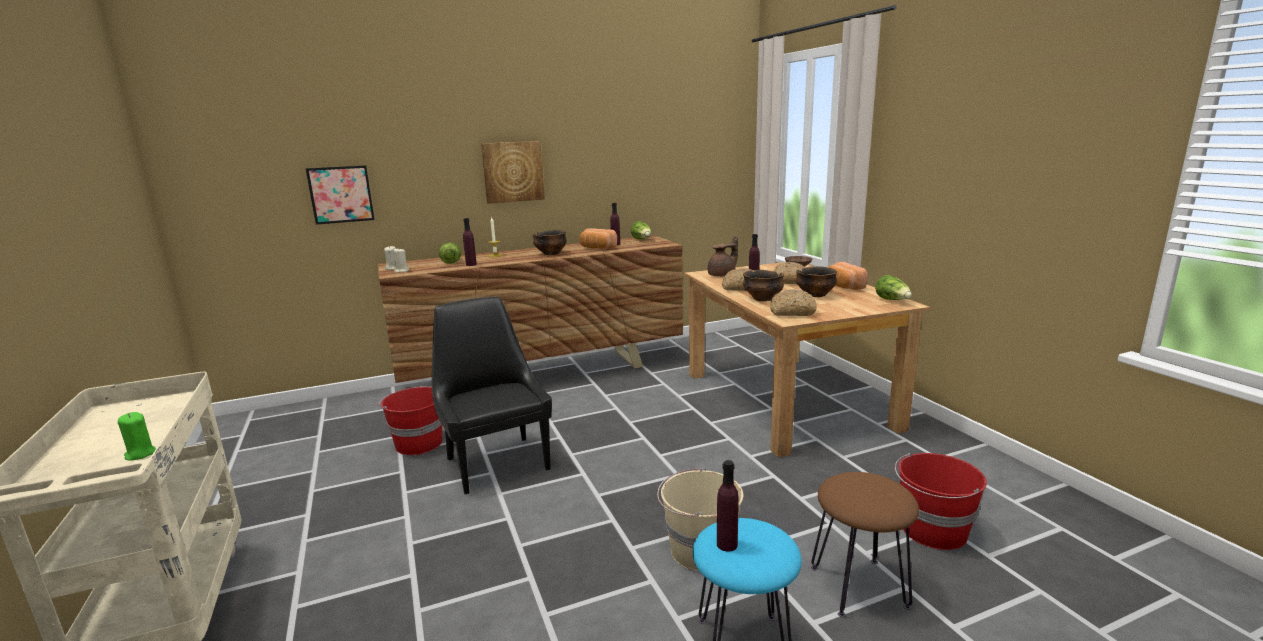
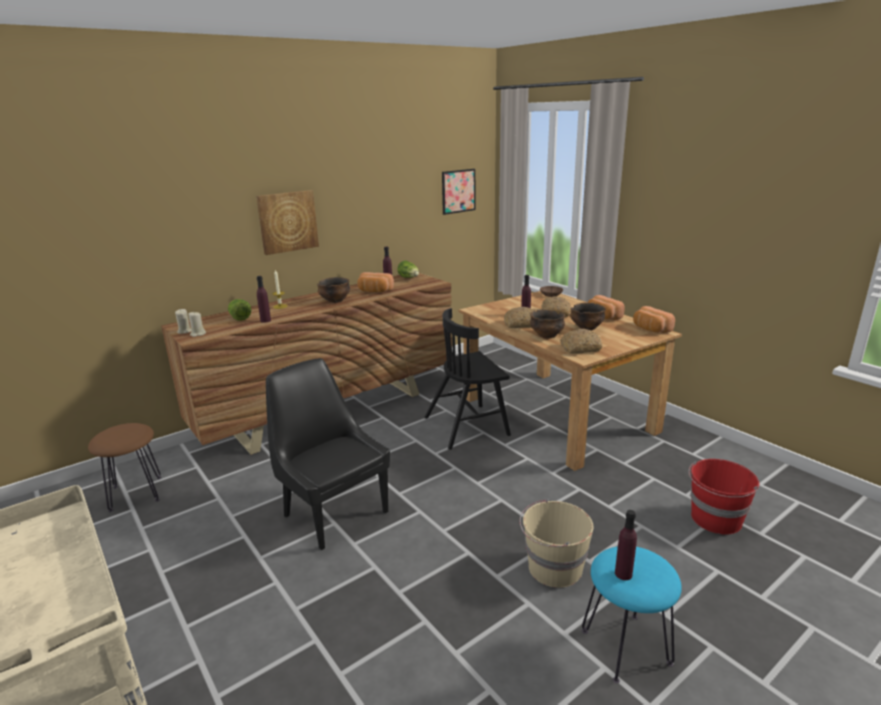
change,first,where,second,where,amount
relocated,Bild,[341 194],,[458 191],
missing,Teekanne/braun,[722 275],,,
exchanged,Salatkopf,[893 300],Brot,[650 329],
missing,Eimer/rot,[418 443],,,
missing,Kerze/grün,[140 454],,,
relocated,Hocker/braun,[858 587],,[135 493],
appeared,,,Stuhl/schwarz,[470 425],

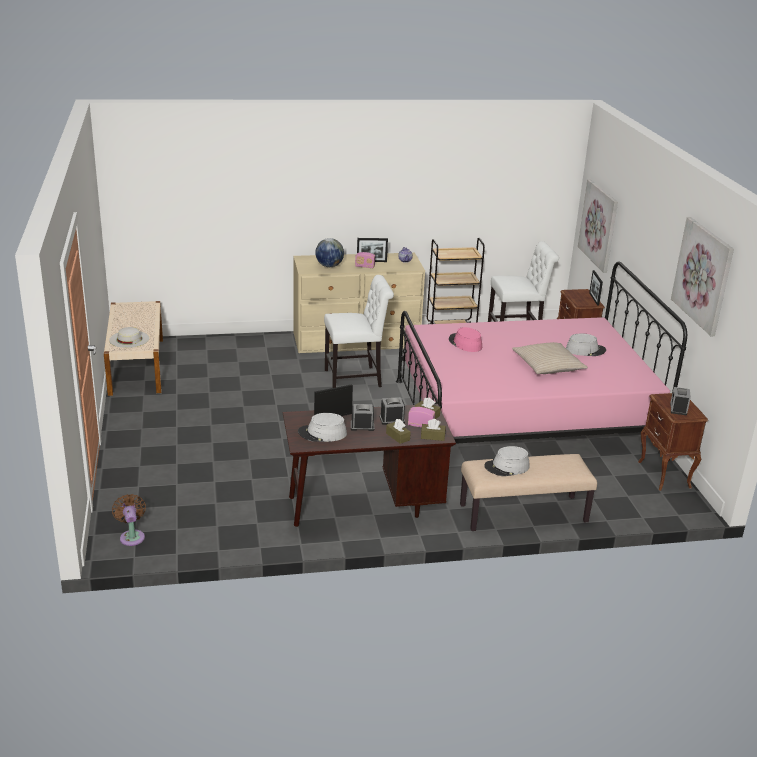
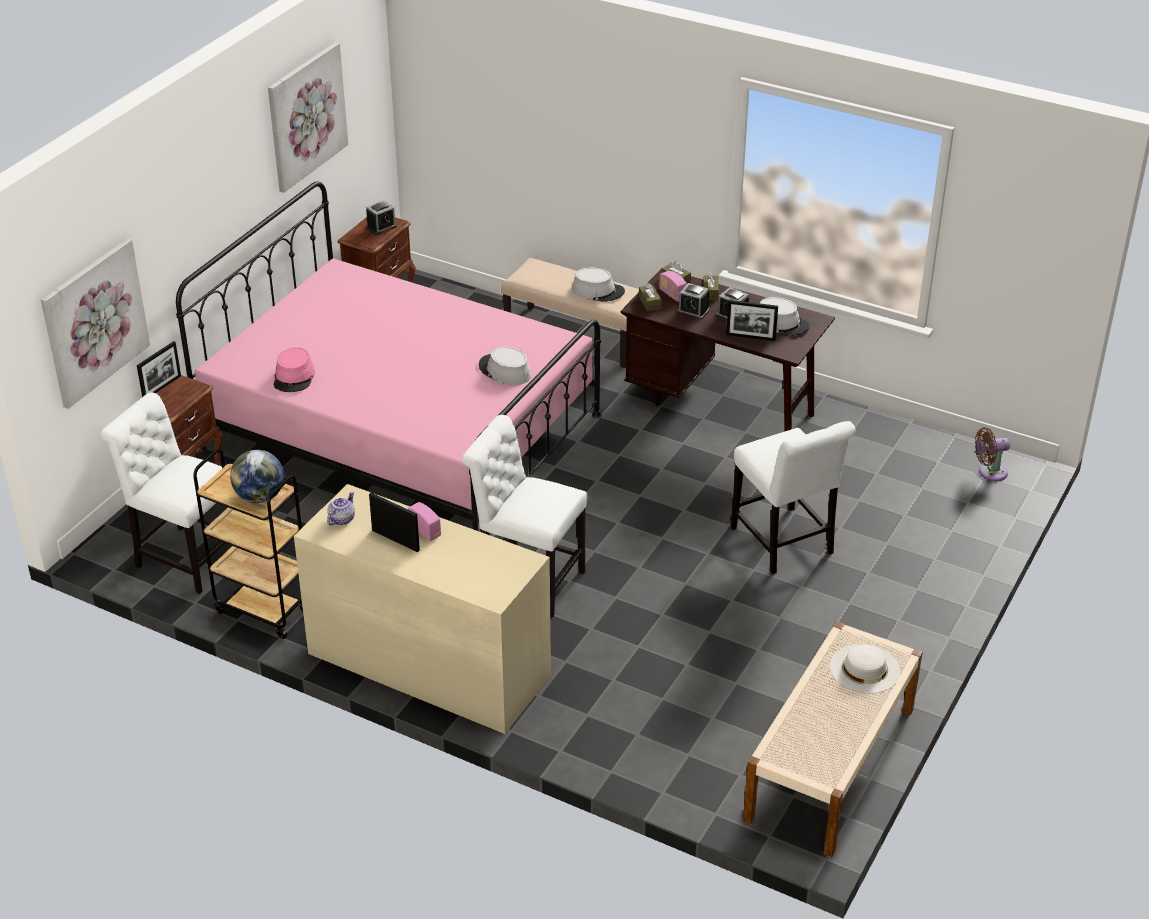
change,first,where,second,where,amount
relocated,Globus,[329 266],,[260 497],
relocated,Hut/rosa,[465 343],,[294 377],
relocated,Hut/grau,[585 350],,[504 371],
missing,Kissen/beige,[548 365],,,
spun,Ventilator/braun,[132 536],,[989 472],60 degrees clockwise
appeared,,,Stuhl/weiß,[784 544],

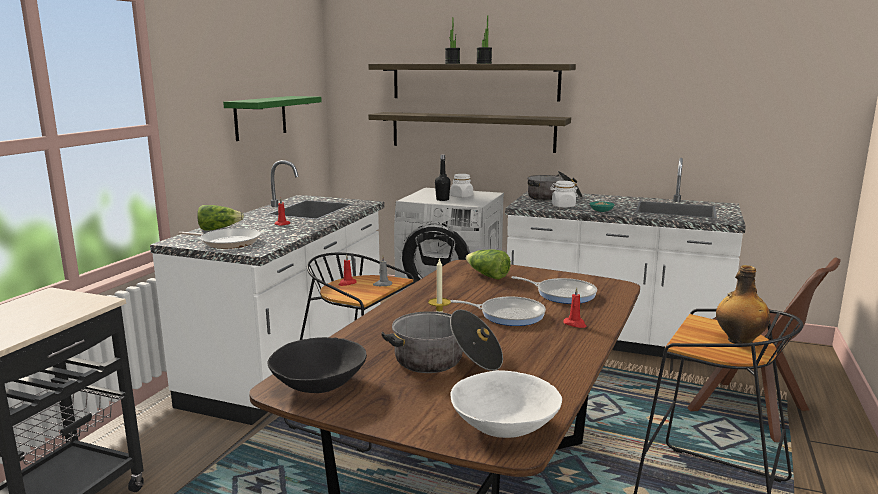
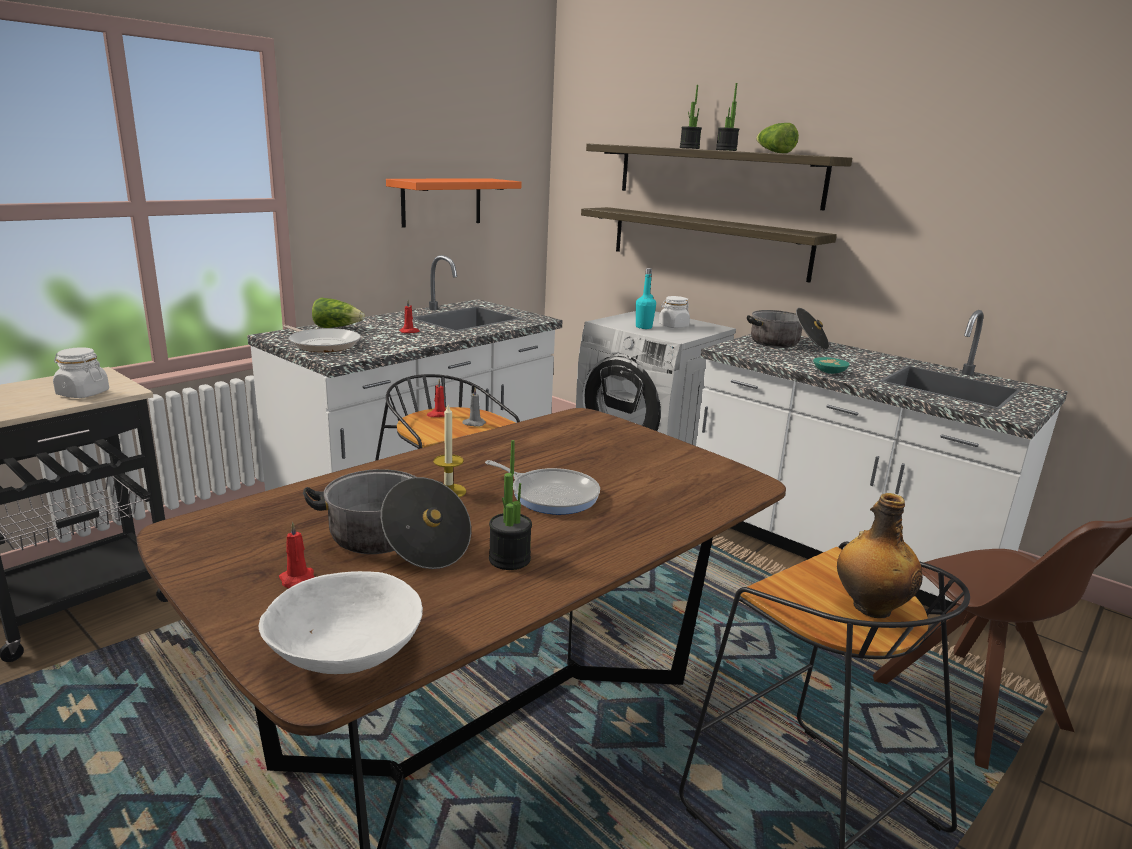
change,first,where,second,where,amount
colour,Wandregal/grün,[260 117],Wandregal/orange,[441 202],
colour,Flasche/schwarz,[442 199],Flasche/türkis,[643 327],
relocated,Vorratsglas/weiß,[563 206],,[83 393],
relocated,Salatkopf,[487 275],,[773 153],
missing,Pfanne,[562 294],,,
relocated,Kerze/rot,[575 324],,[298 581],
missing,Schüssel/schwarz,[319 385],,,
appeared,,,Topfpflanze,[509 559],

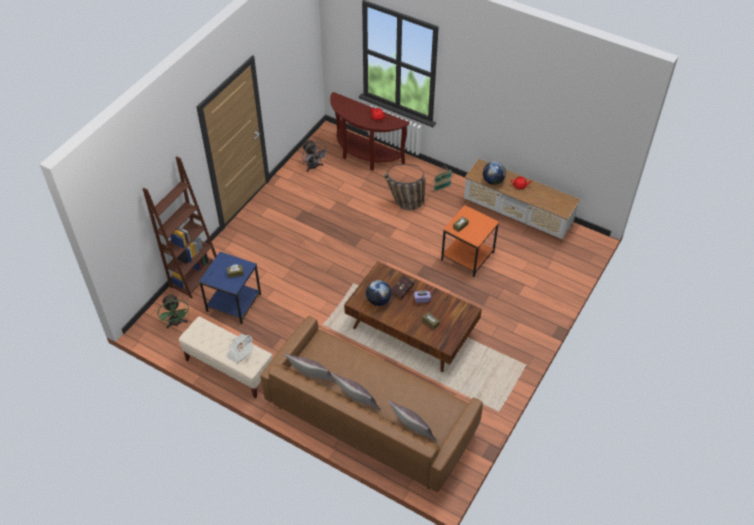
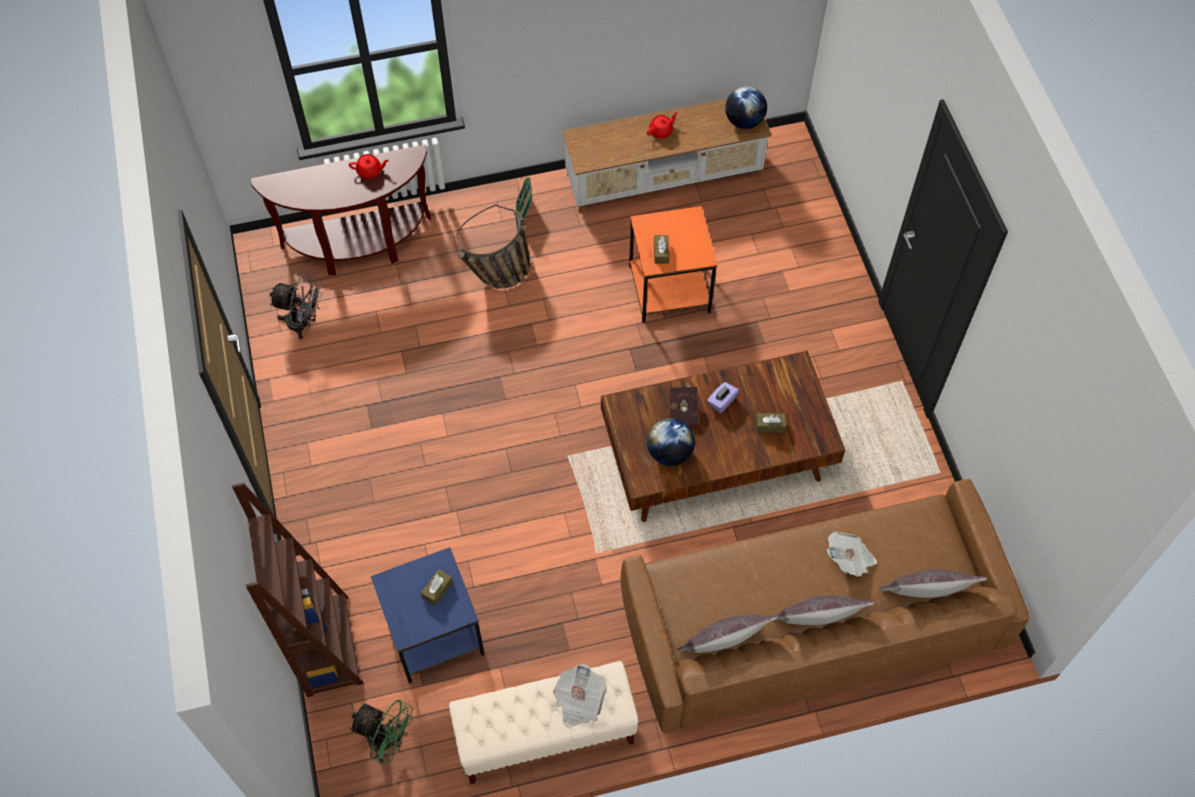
change,first,where,second,where,amount
relocated,Globus,[493 181],,[744 121],
appeared,,,Zeitung,[849 559],

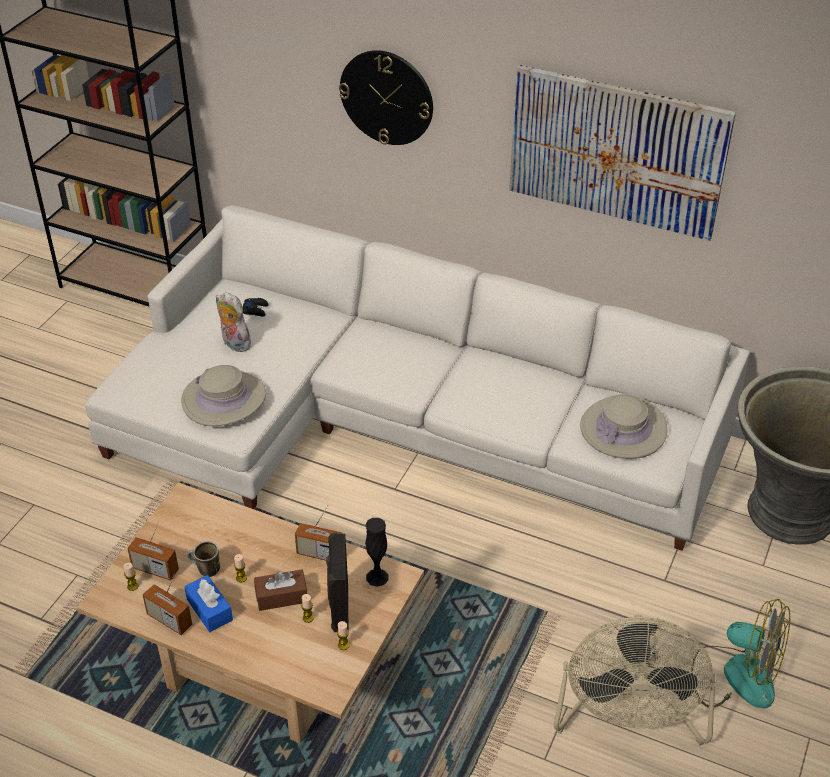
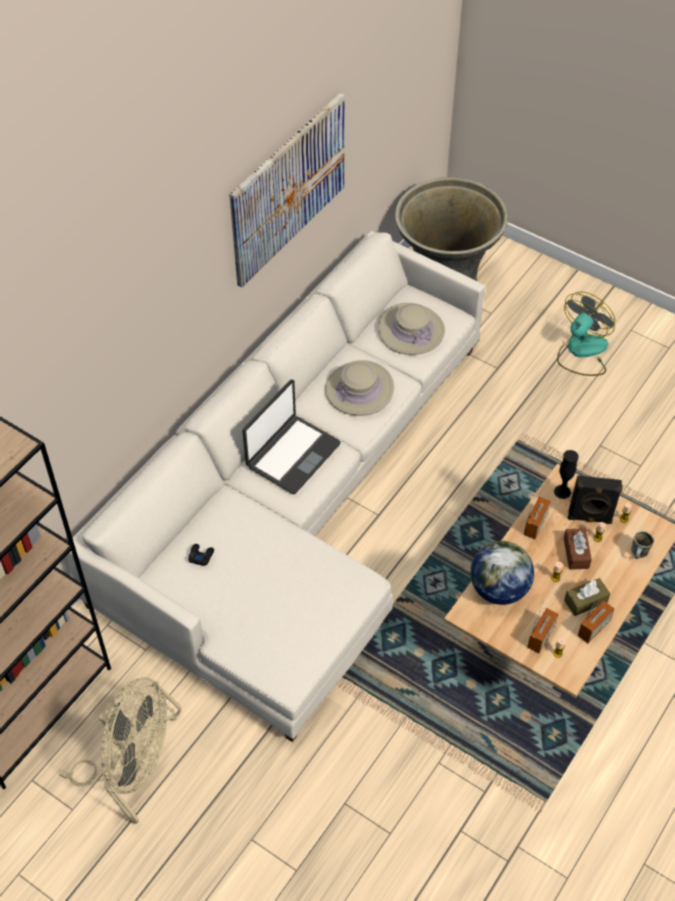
change,first,where,second,where,amount
missing,Wanduhr,[387 97],,,
missing,Plüschtier,[234 344],,,
relocated,Hut/beige,[224 399],,[359 389],
relocated,Henkelbecher,[205 570],,[639 555],
colour,Taschentuchbox/blau,[209 610],Taschentuchbox/braun,[585 601],
relocated,Ventilator/beige,[623 711],,[131 766],
appeared,,,Laptop,[292 455],
appeared,,,Globus,[498 589],

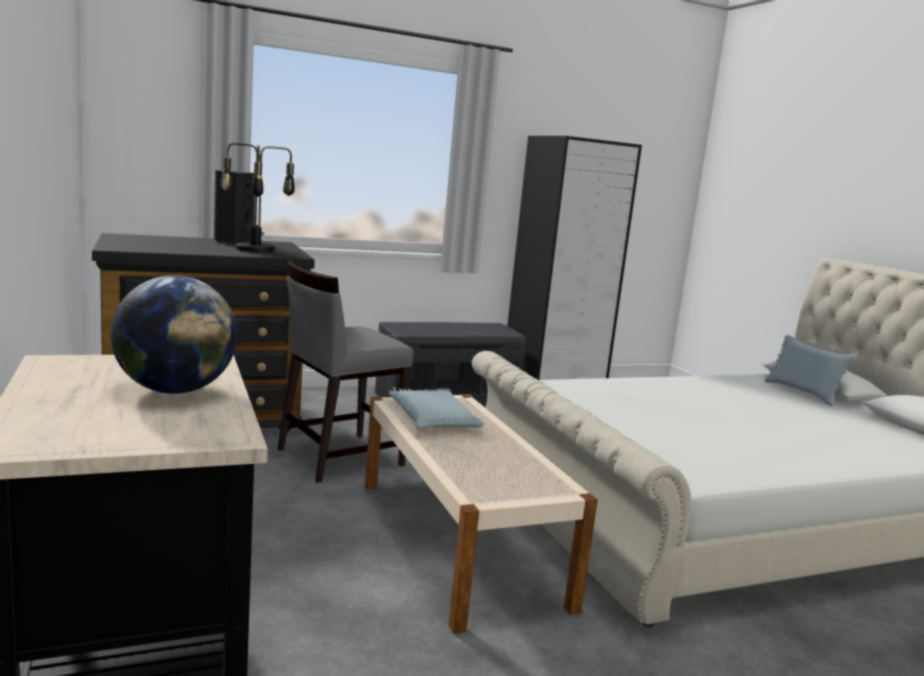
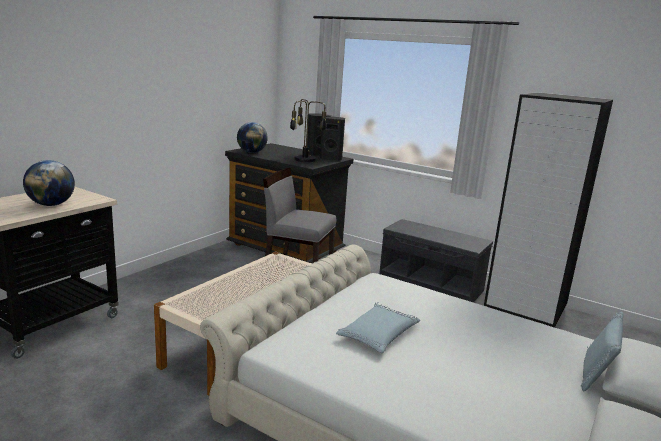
change,first,where,second,where,amount
relocated,Kissen/blau,[433 417],,[378 332],
appeared,,,Lautsprecher/schwarz,[332 158],
appeared,,,Globus,[251 152],

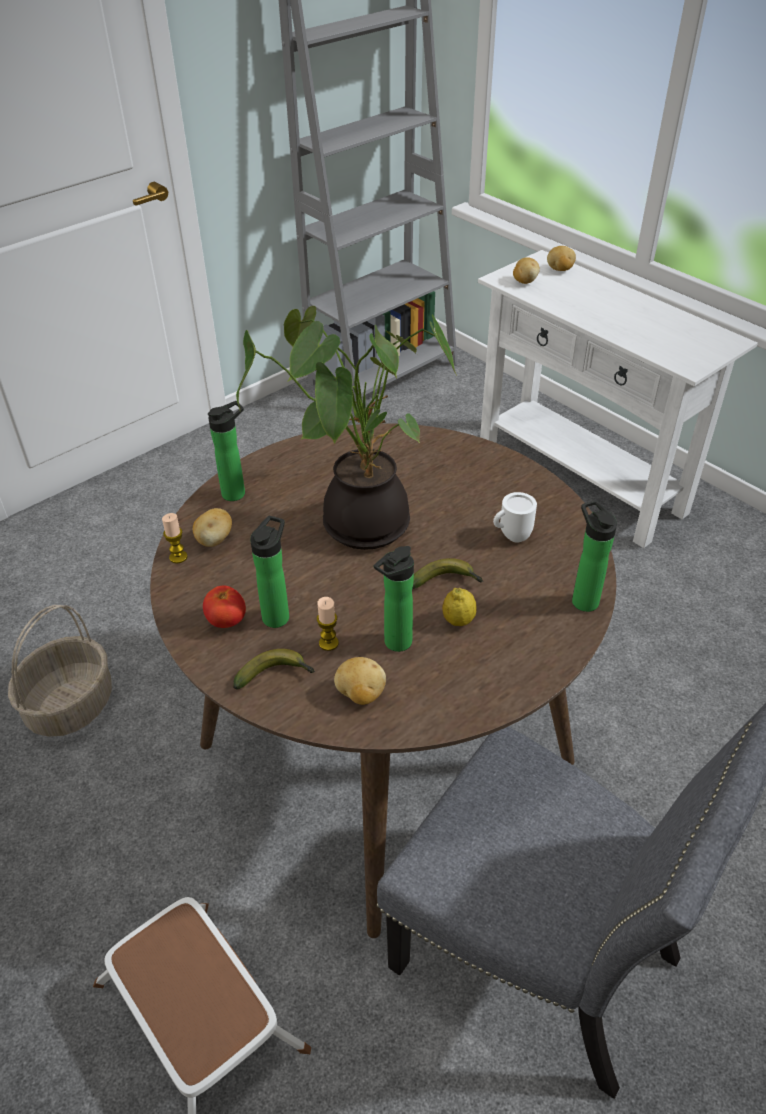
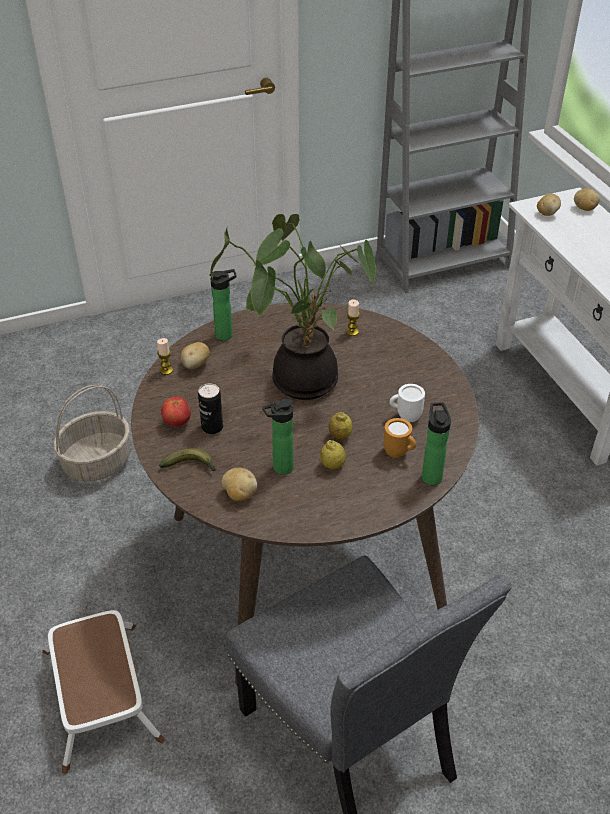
change,first,where,second,where,amount
exchanged,Flasche,[278 615],Dose,[212 427],
exchanged,Banane,[447 581],Zitrone,[340 436],
relocated,Kerze,[328 643],,[352 332],
appeared,,,Henkelbecher/orange,[399 453],

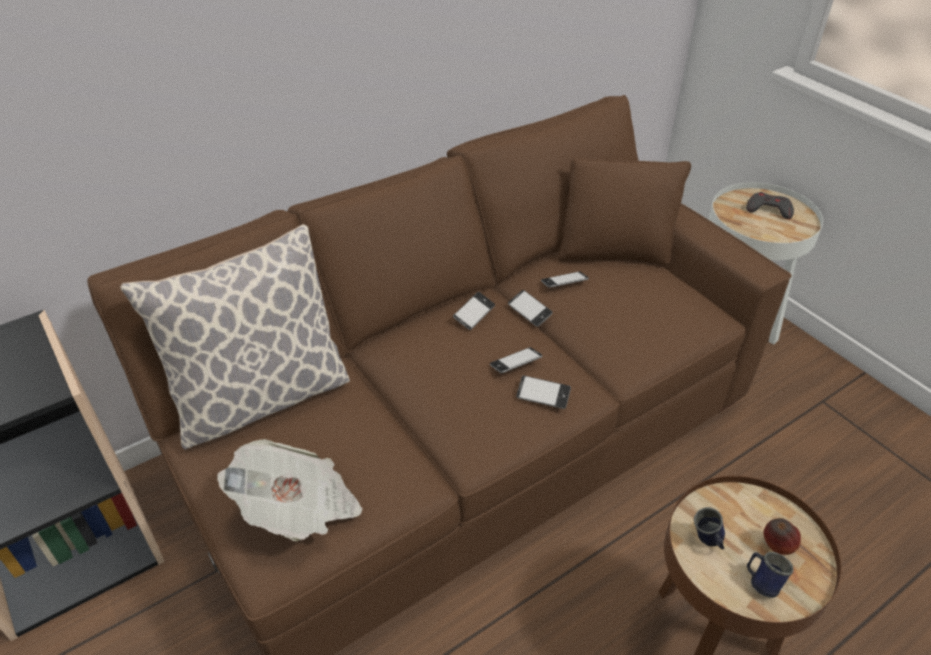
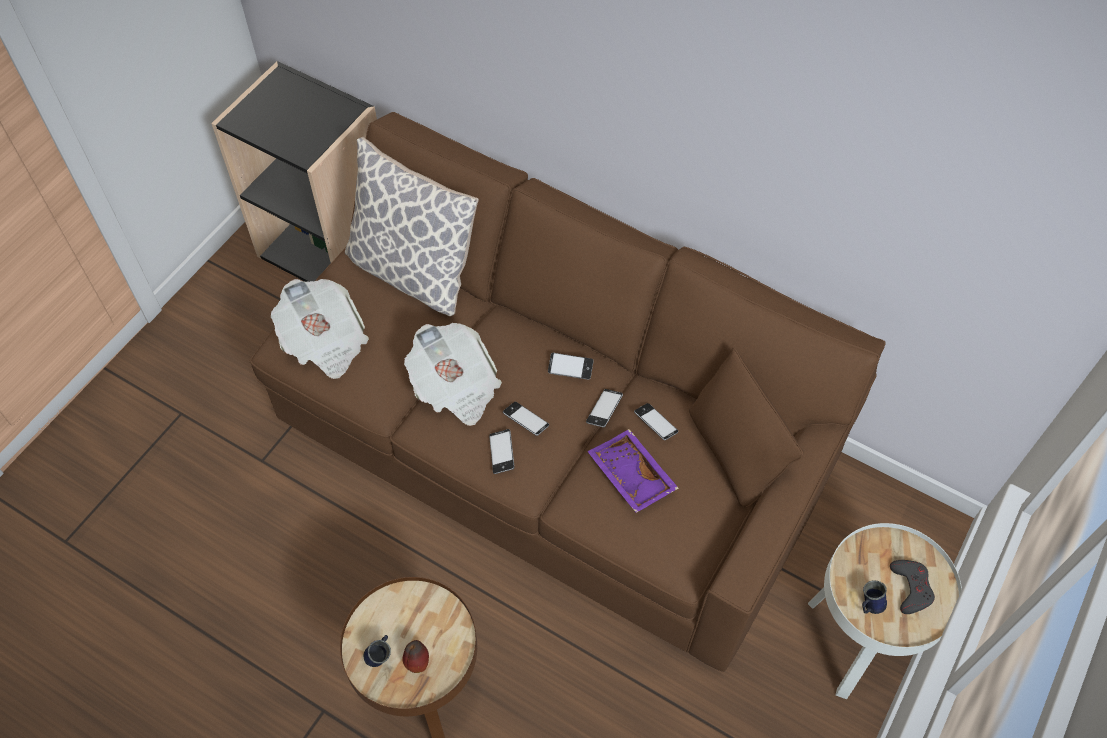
change,first,where,second,where,amount
relocated,Henkelbecher/blau,[708 542],,[868 605],
appeared,,,Zeitung,[455 387],
appeared,,,Tablett/lila,[630 476],

